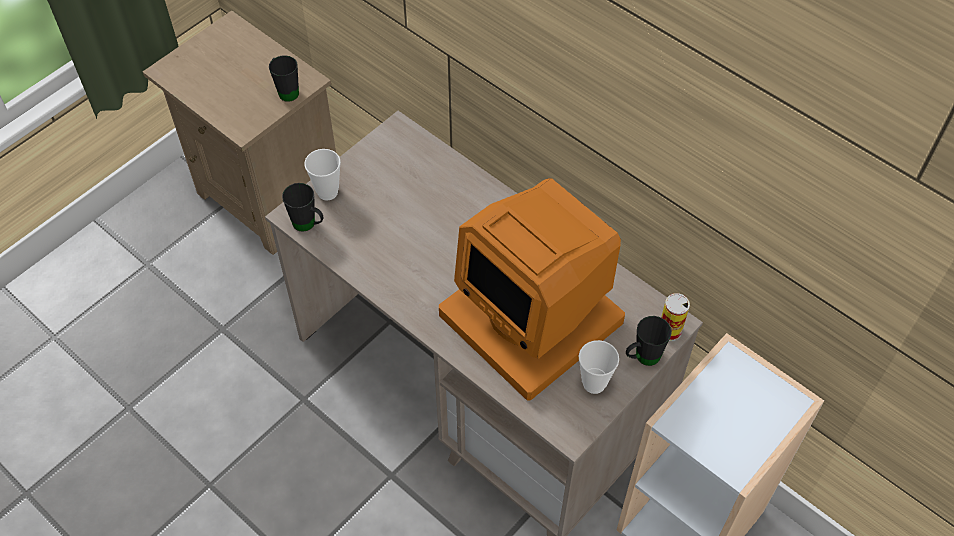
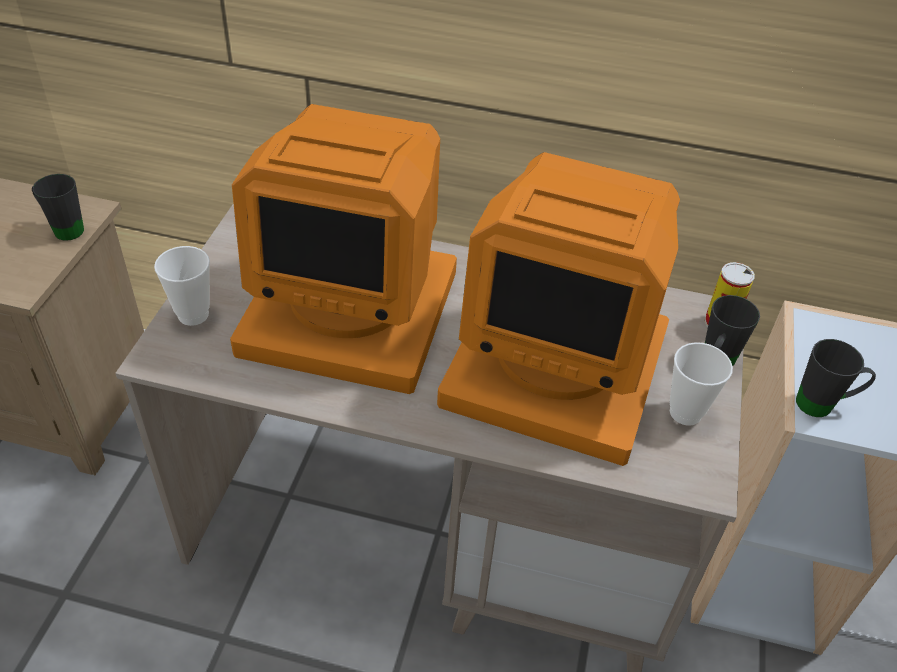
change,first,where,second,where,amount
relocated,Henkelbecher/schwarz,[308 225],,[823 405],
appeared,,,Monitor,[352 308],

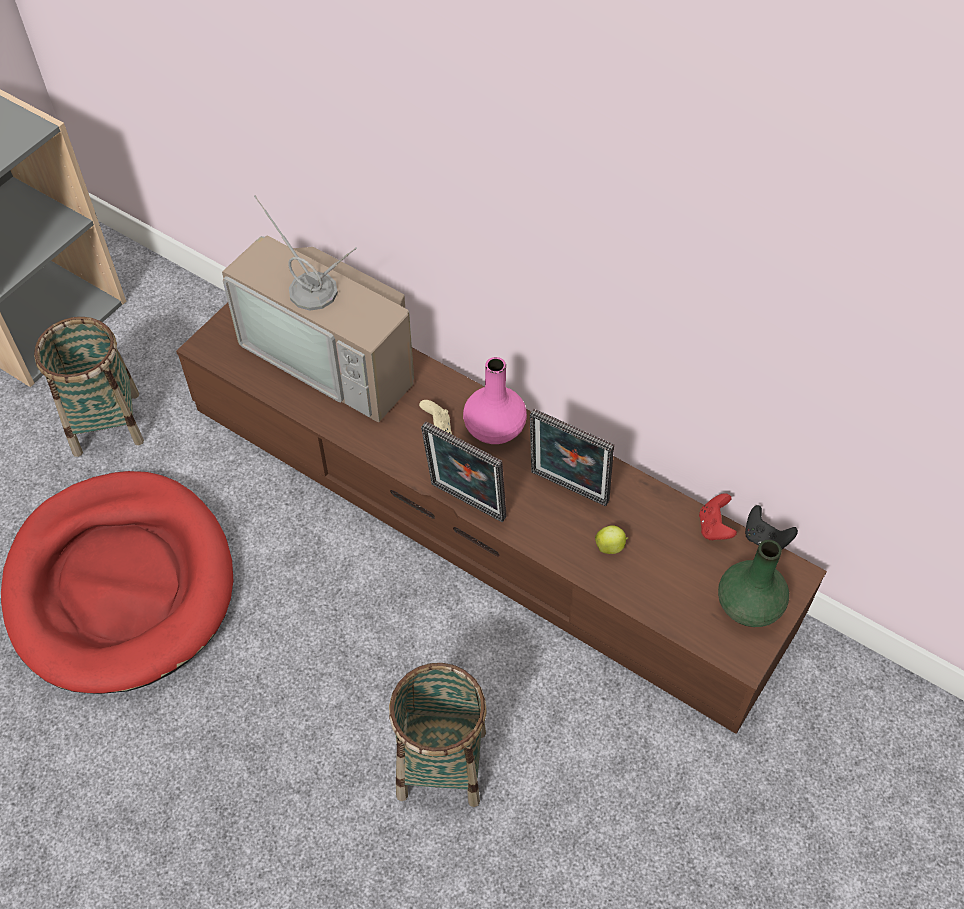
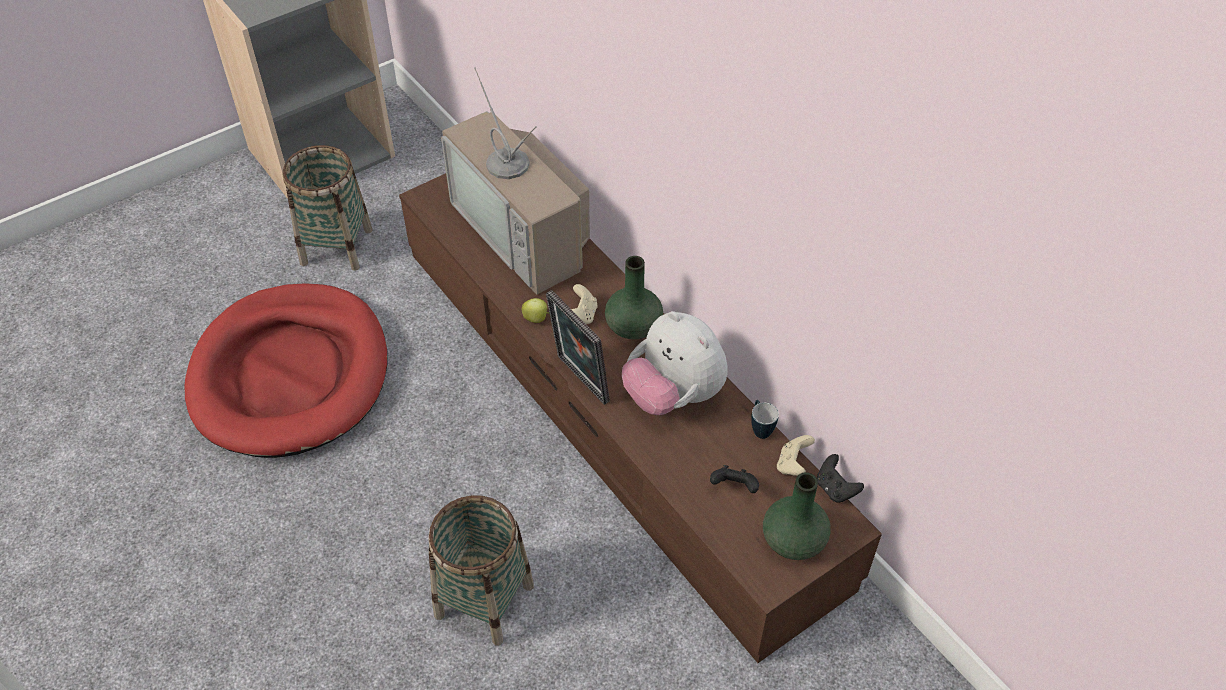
change,first,where,second,where,amount
colour,Vase/rosa,[495 427],Vase/grün,[634 326],
exchanged,Bilderrahmen,[567 490],Plüschtier,[673 395],
colour,Gamepad/rot,[714 527],Gamepad/beige,[792 464],
relocated,Apfel,[610 547],,[536 318],
appeared,,,Henkelbecher,[760 428],
appeared,,,Gamepad/schwarz,[734 487],

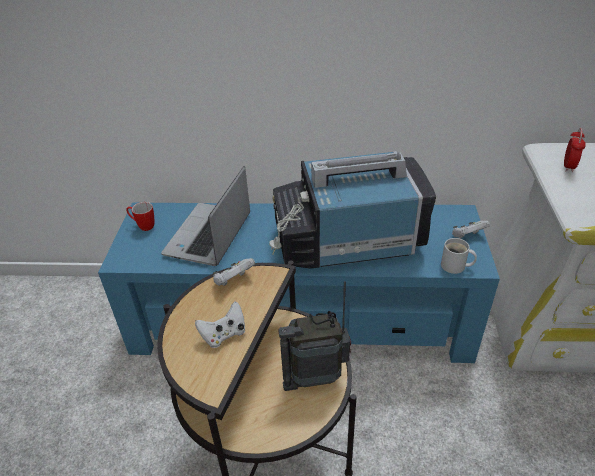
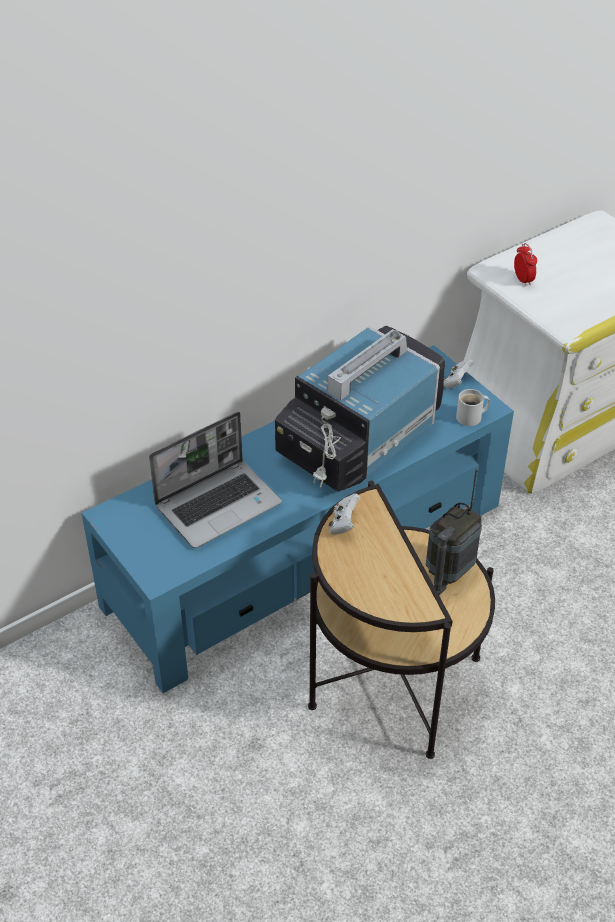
change,first,where,second,where,amount
spun,Laptop,[209 236],,[219 504],105 degrees counterclockwise
missing,Henkelbecher,[143 226],,,
missing,Gamepad/weiß,[224 334],,,

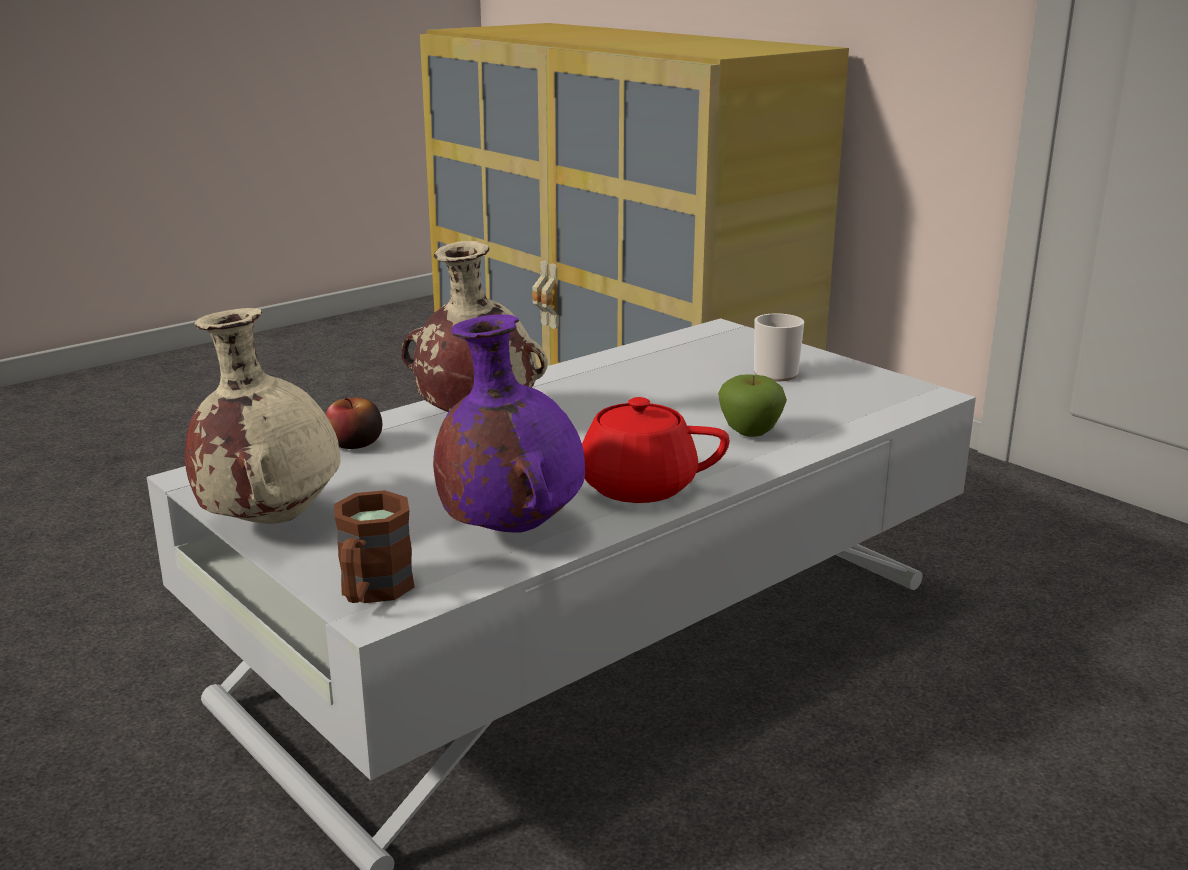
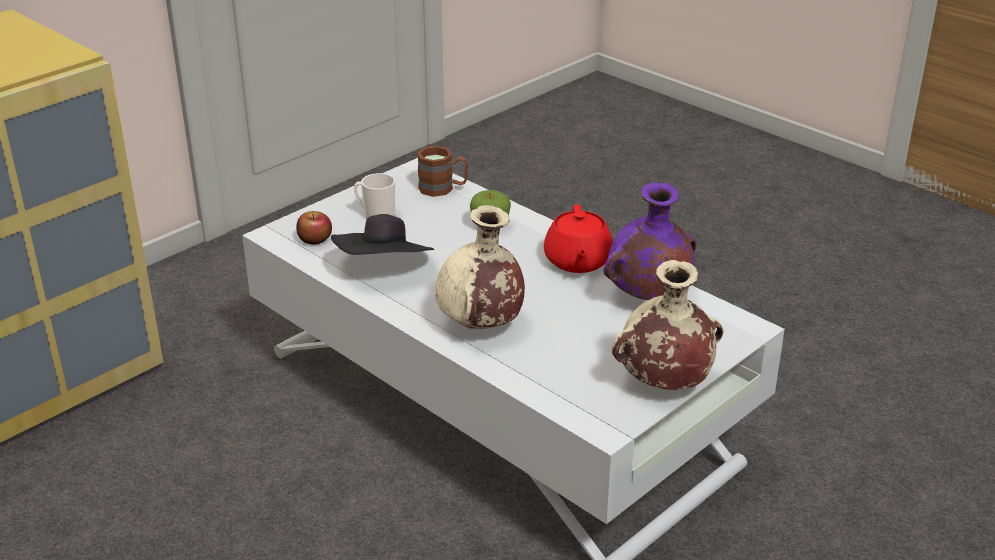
change,first,where,second,where,amount
relocated,Apfel,[354 444],,[315 239],
relocated,Henkelbecher/braun,[371 592],,[443 188],
appeared,,,Hut/schwarz,[385 268],

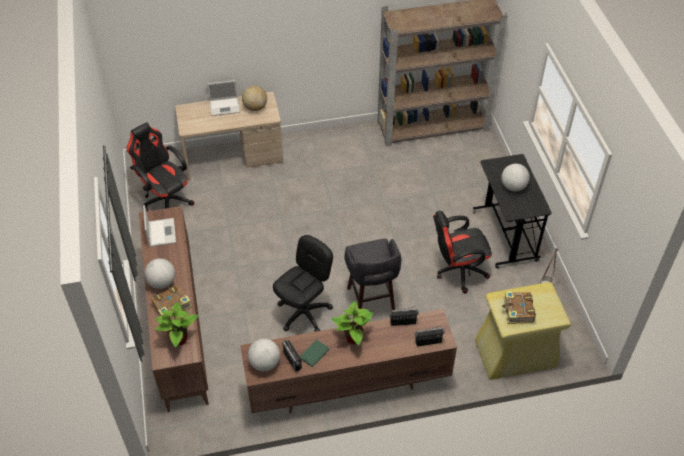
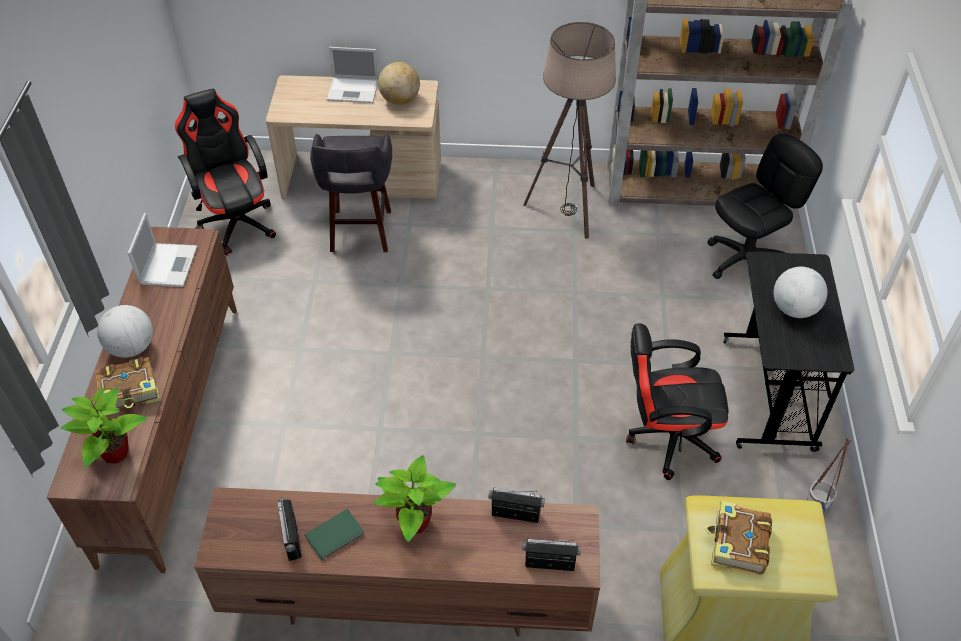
change,first,where,second,where,amount
relocated,Bürostuhl/schwarz,[304 313],,[746 261],
relocated,Hocker/grau,[371 301],,[360 234],
missing,Globus,[264 363],,,
appeared,,,Stehlampe,[567 209],

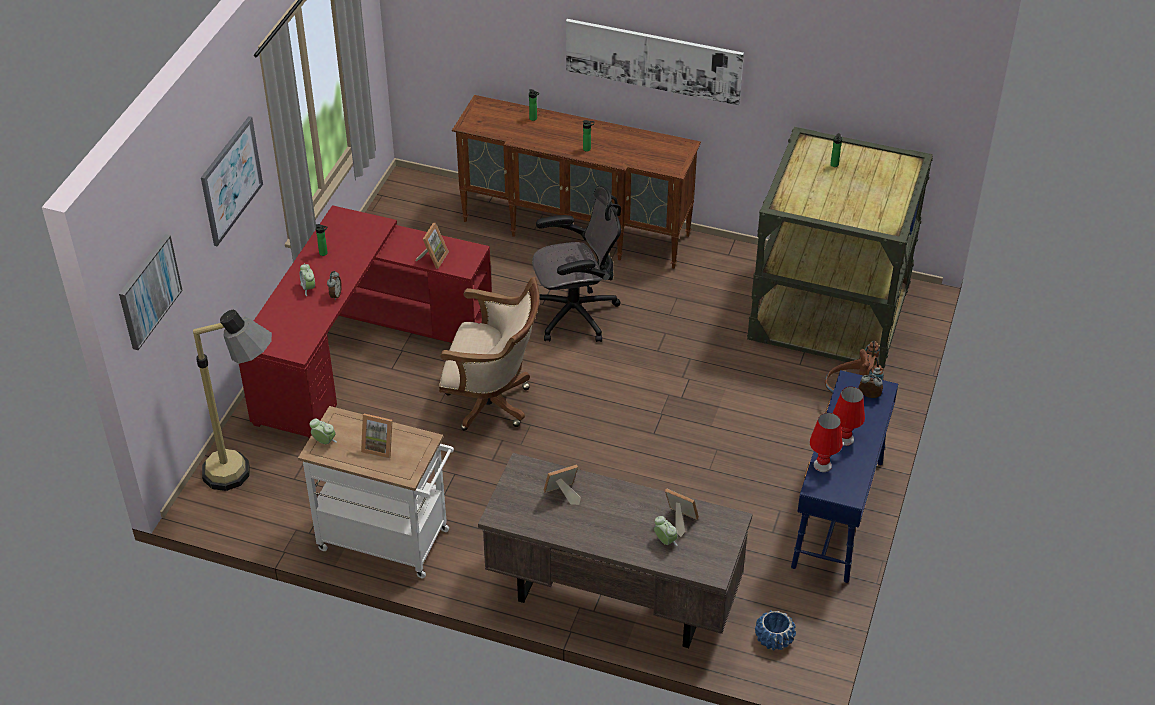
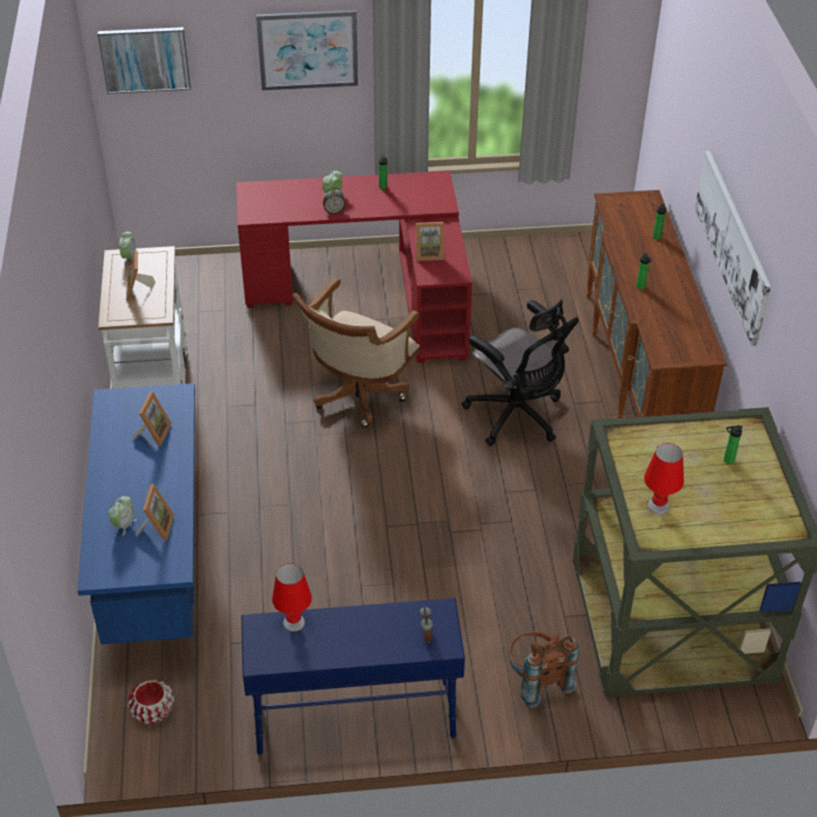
change,first,where,second,where,amount
spun,Bürostuhl,[492 403],,[357 398],45 degrees clockwise
missing,Stehlampe,[248 475],,,
relocated,Tischlampe/rot,[844 439],,[658 506],
colour,Schreibtisch/braun,[612 597],Schreibtisch/blau,[154 563],
spun,Bilderrahmen,[562 495],,[153 433],60 degrees clockwise
colour,Pflanzkübel/blau,[774 639],Pflanzkübel/rot,[152 711],

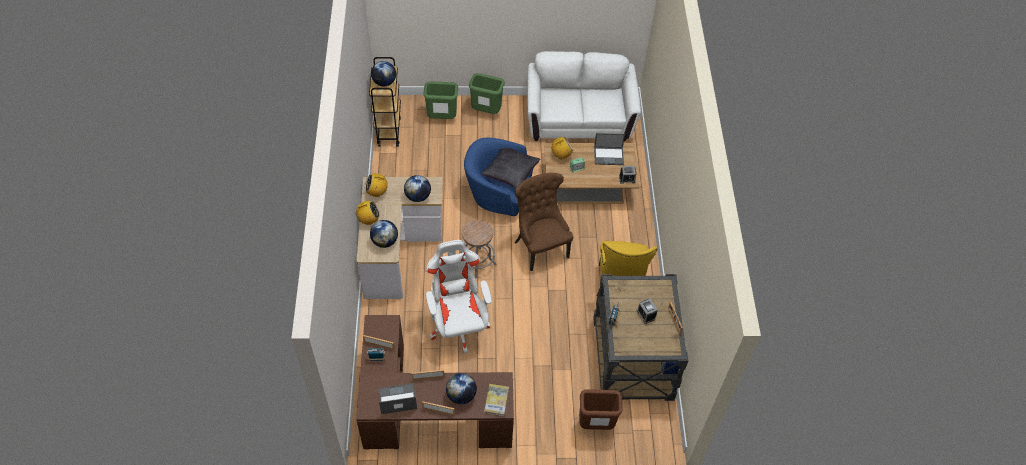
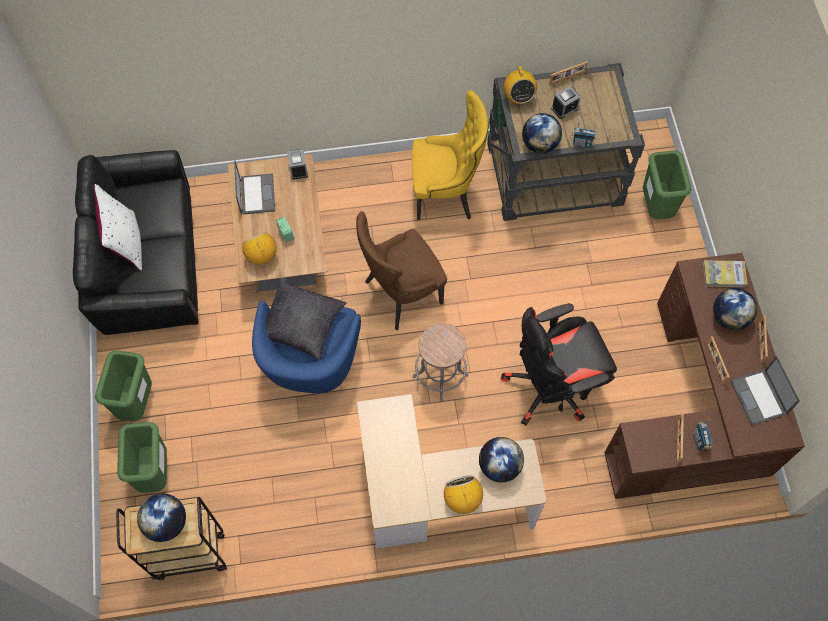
change,first,where,second,where,amount
colour,Sofa/weiß,[579 119],Sofa/schwarz,[148 264],
relocated,Radio,[377 192],,[518 98],
relocated,Globus,[418 196],,[539 144],
colour,Bürostuhl/weiß,[459 328],Bürostuhl/schwarz,[555 385],
colour,Mülleimer/braun,[595 424],Mülleimer/grün,[656 208],
appeared,,,Kissen/weiß,[126 243],

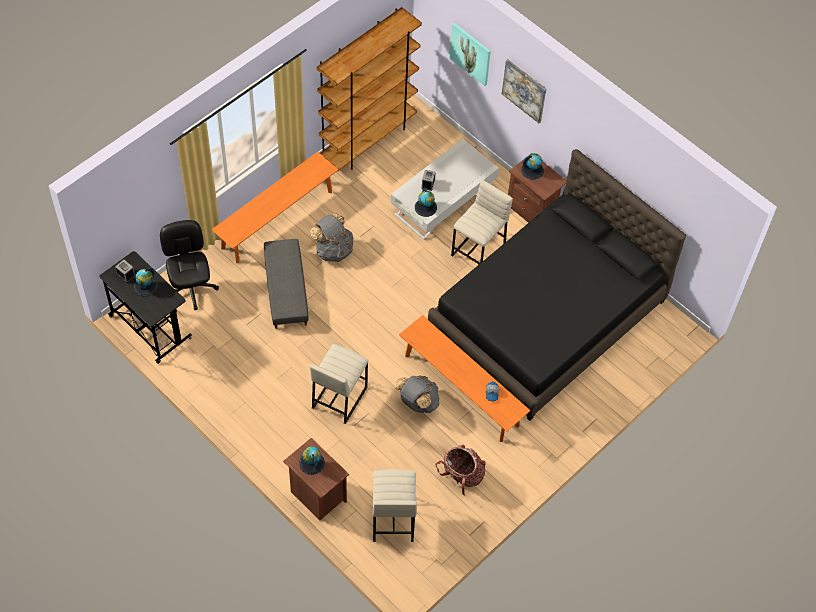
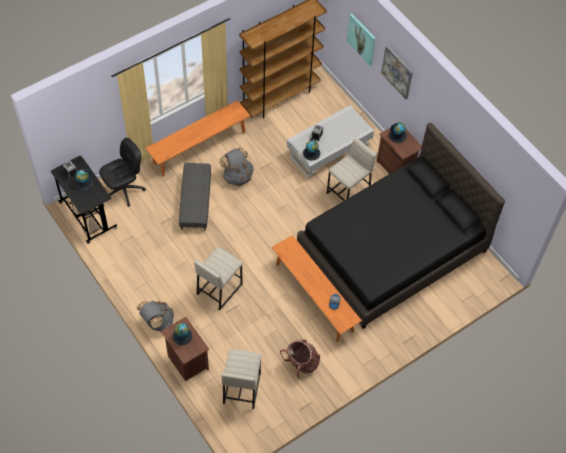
change,first,where,second,where,amount
spun,Bürostuhl/schwarz,[190 287],,[124 189],60 degrees clockwise
relocated,Rucksack/grau,[417 402],,[157 322],

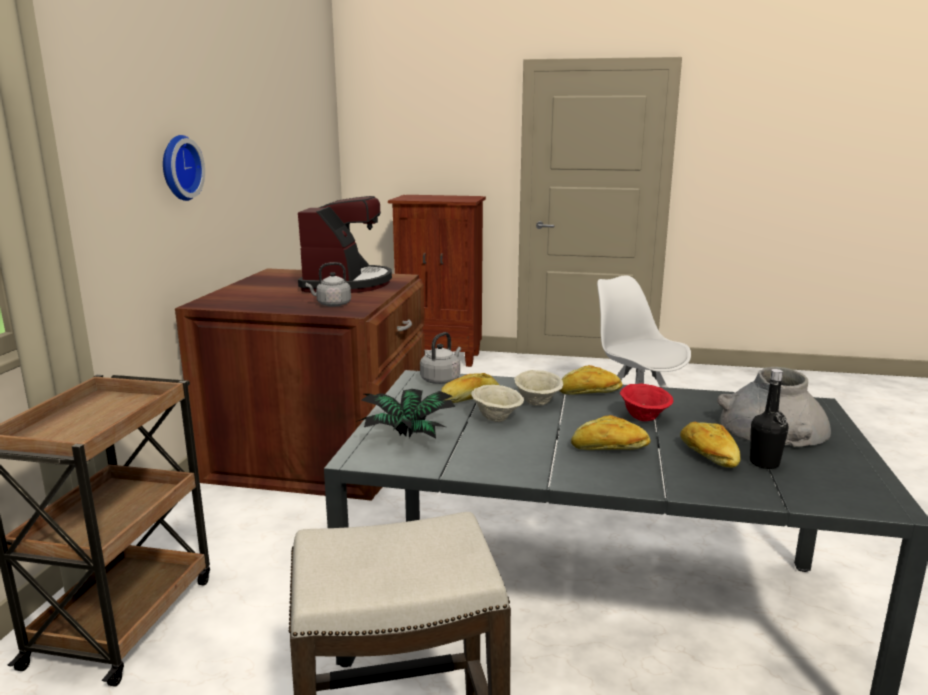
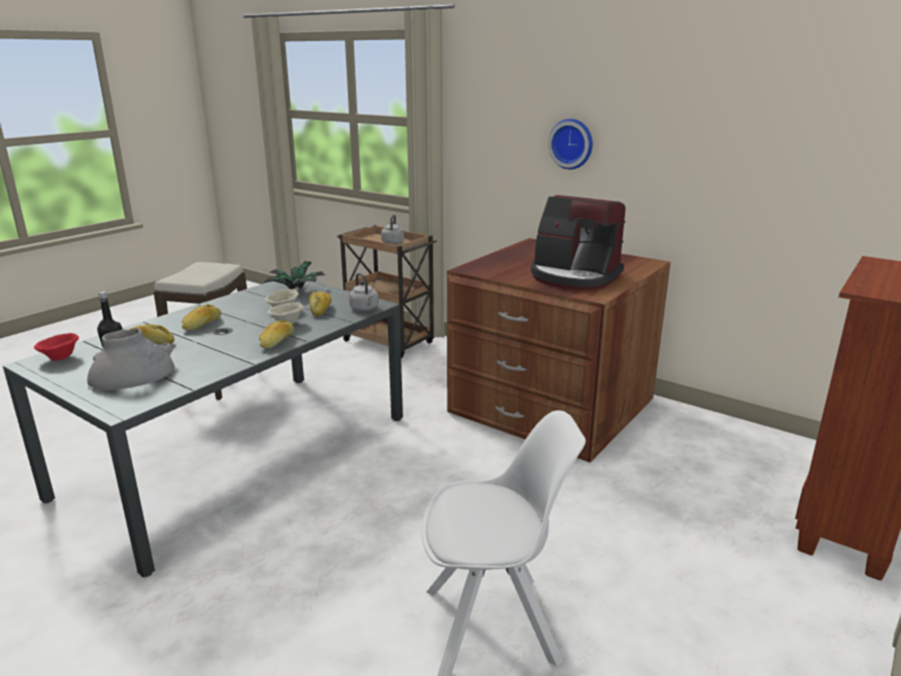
change,first,where,second,where,amount
relocated,Wasserkessel/grau,[332 304],,[393 242],
relocated,Schüssel/rot,[644 417],,[61 358],

